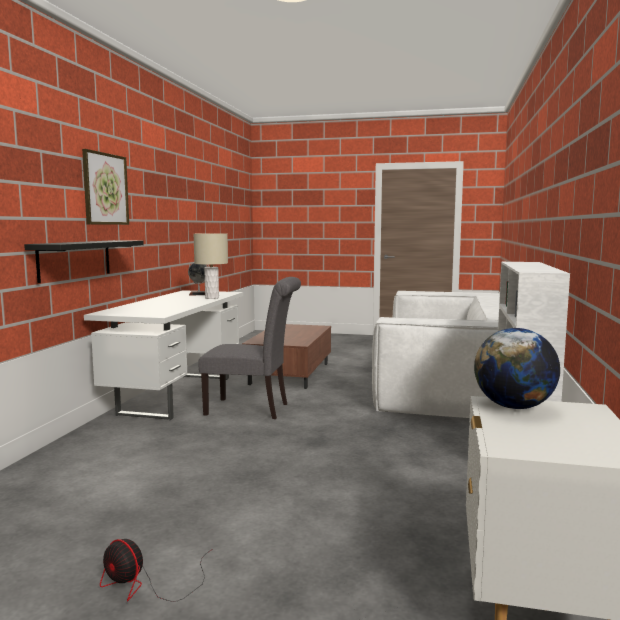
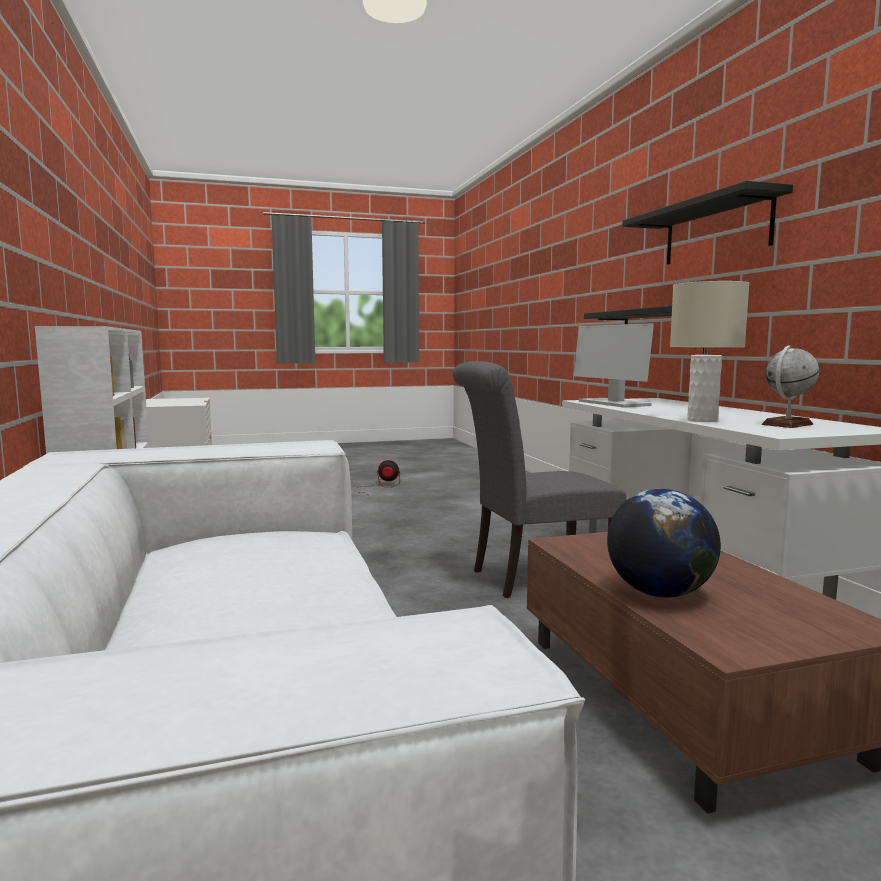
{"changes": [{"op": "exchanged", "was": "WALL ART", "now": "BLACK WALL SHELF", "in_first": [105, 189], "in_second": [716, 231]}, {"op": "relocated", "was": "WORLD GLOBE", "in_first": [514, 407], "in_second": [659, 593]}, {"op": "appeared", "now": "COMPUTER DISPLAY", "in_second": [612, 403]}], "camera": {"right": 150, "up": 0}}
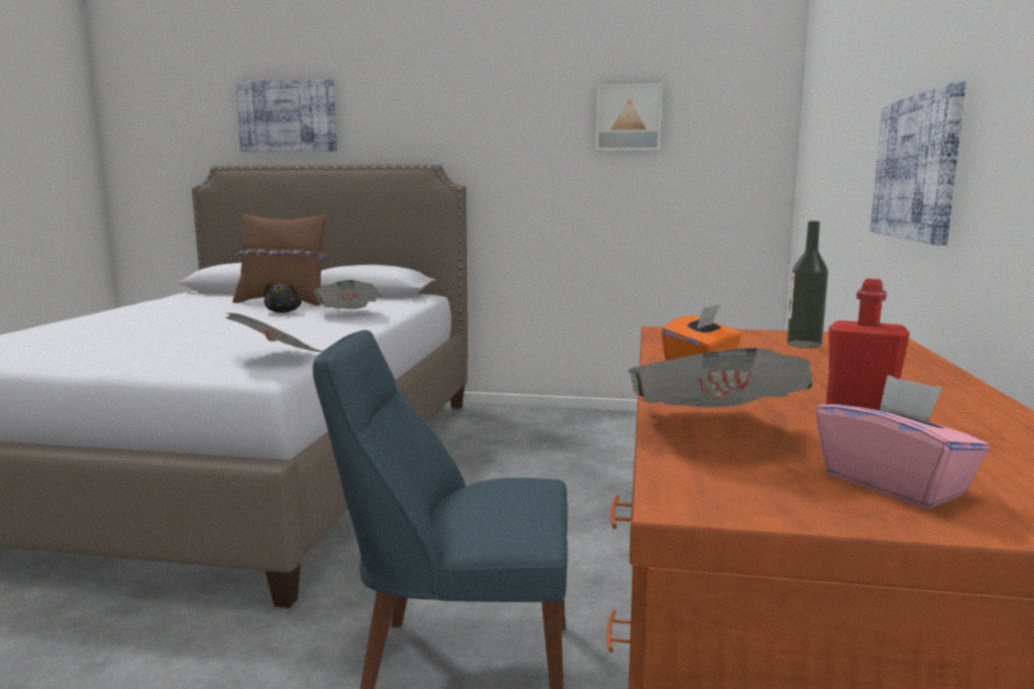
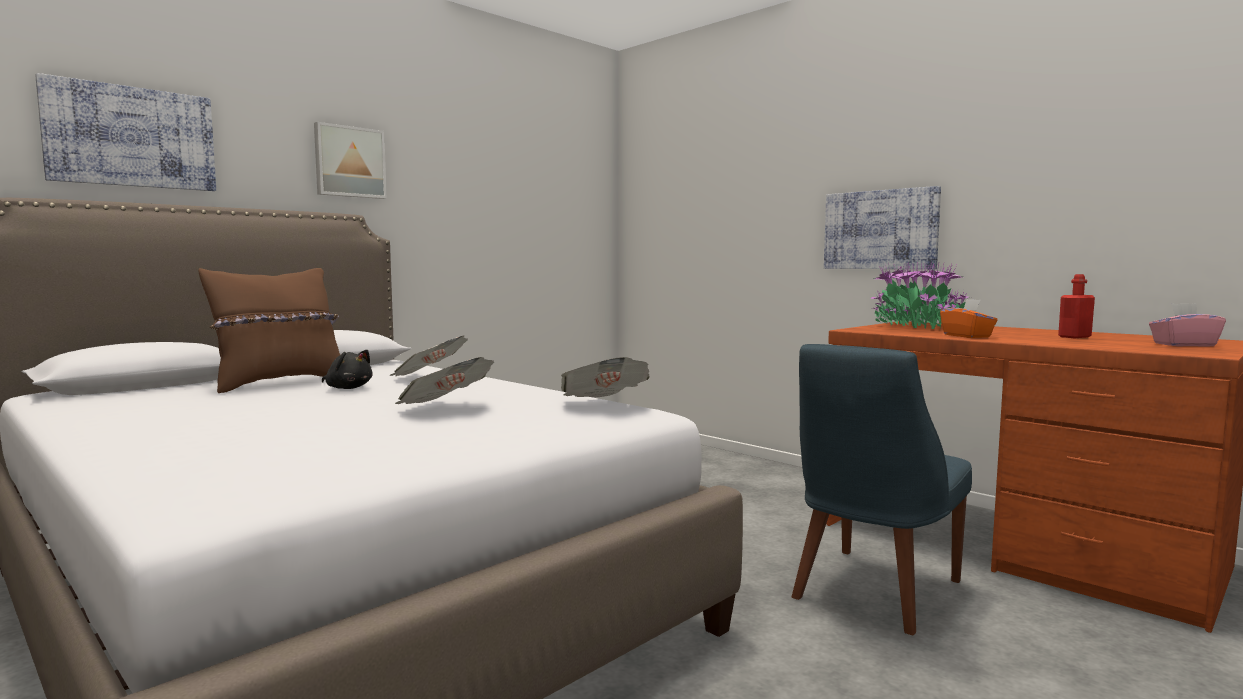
{"changes": [{"op": "relocated", "was": "WALL ART", "in_first": [628, 118], "in_second": [349, 162]}, {"op": "relocated", "was": "PRINTED PAPER", "in_first": [715, 431], "in_second": [445, 408]}, {"op": "exchanged", "was": "DRINK BOTTLE", "now": "PLANT IN A POT", "in_first": [804, 344], "in_second": [917, 326]}], "camera": {"right": -55, "up": -5}}
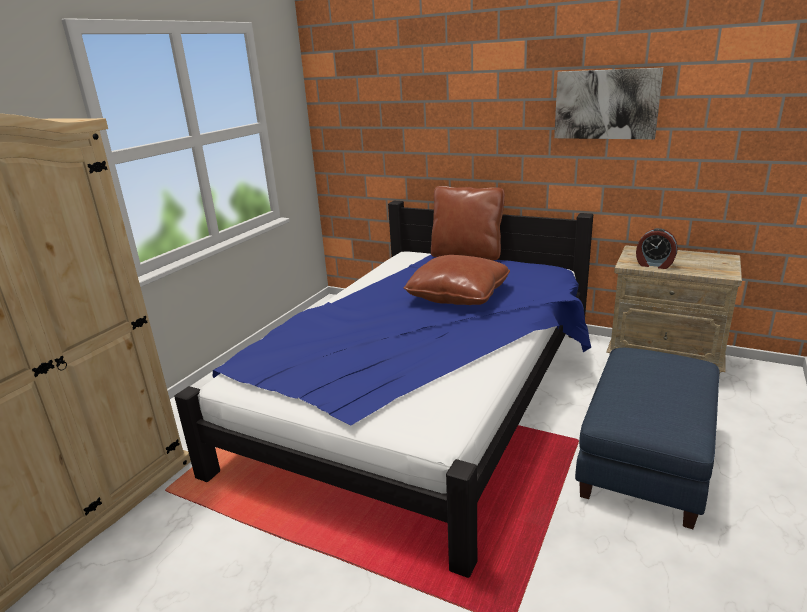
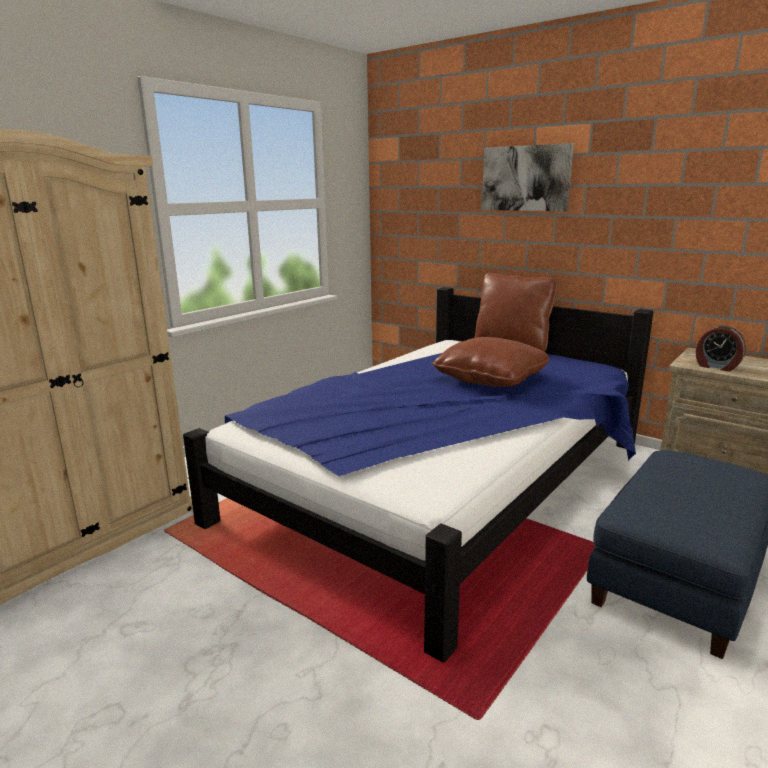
{"changes": [{"op": "relocated", "was": "WALL ART", "in_first": [606, 104], "in_second": [526, 178]}], "camera": {"right": 10, "up": -5}}
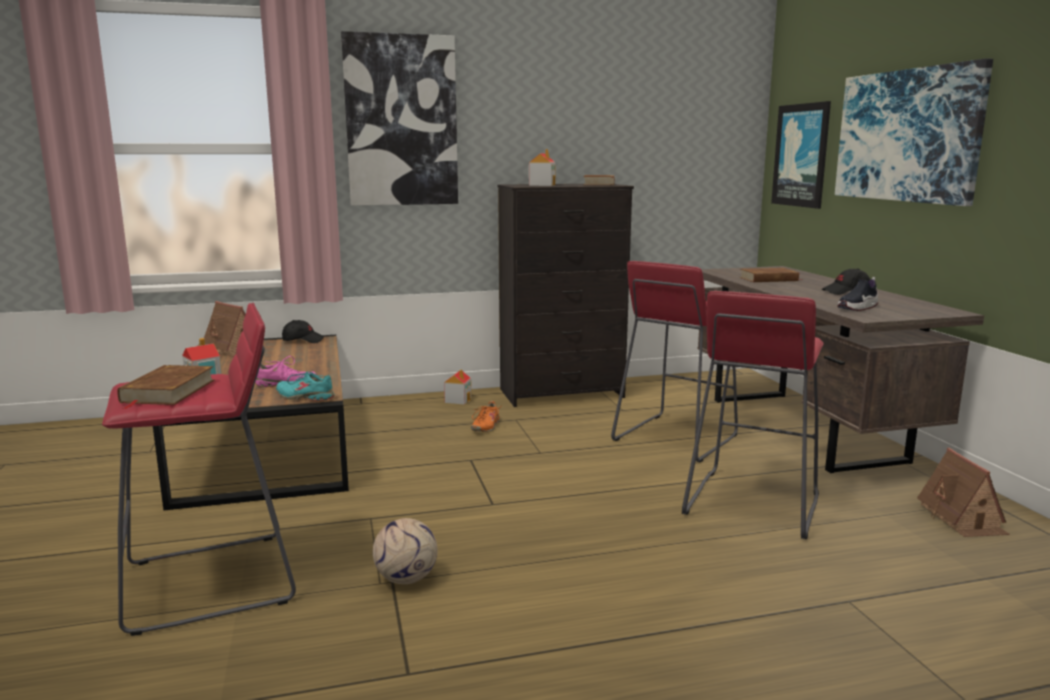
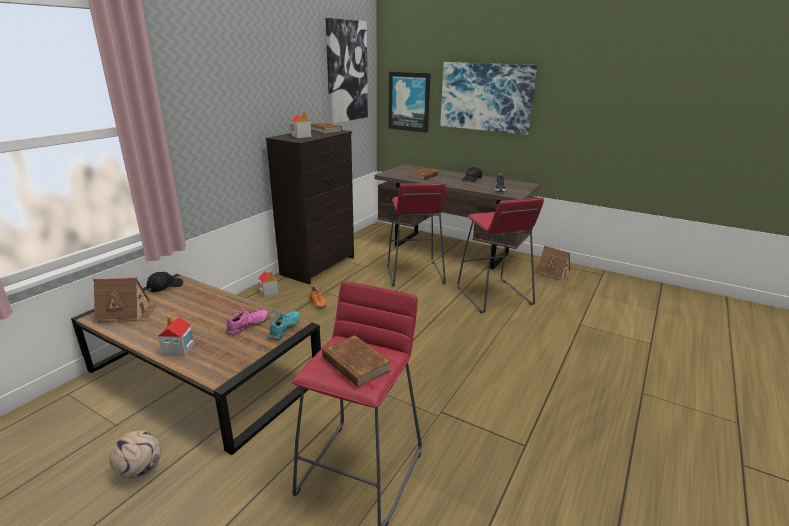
{"changes": [{"op": "spun", "was": "TURQUOISE-COLOURED ITEM OF FOOTWEAR", "in_first": [305, 397], "in_second": [285, 329], "clockwise": 135}, {"op": "relocated", "was": "WALL ART", "in_first": [401, 121], "in_second": [346, 71]}, {"op": "relocated", "was": "BALL FOR FOOTBALL", "in_first": [406, 578], "in_second": [140, 470]}], "camera": {"right": -45, "up": 10}}
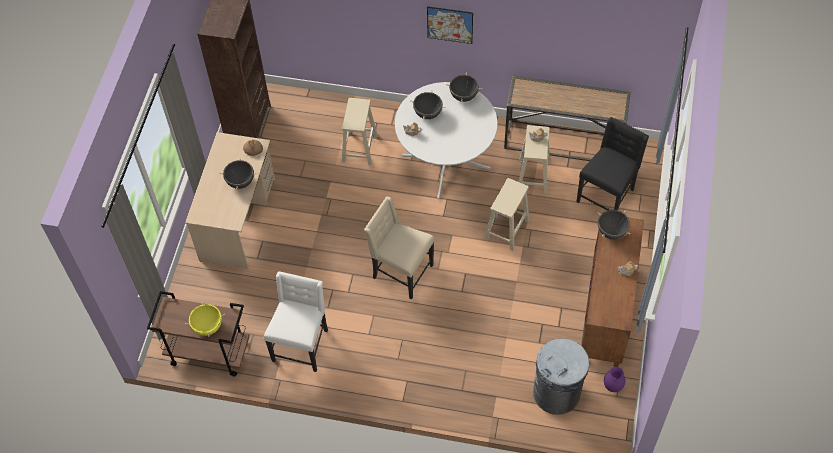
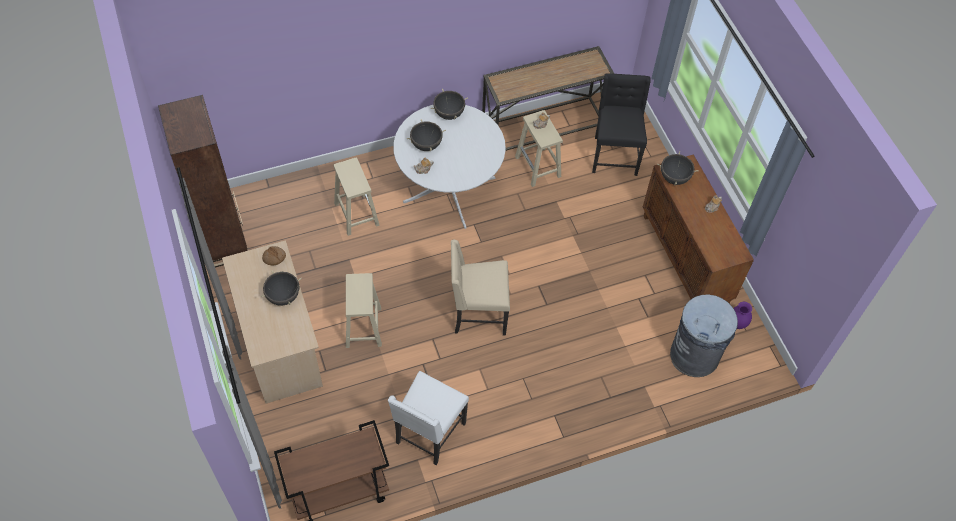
{"changes": [{"op": "missing", "was": "YELLOW SAUCEPOT", "in_first": [208, 326]}, {"op": "spun", "was": "WHITE-COLOURED UPRIGHT CHAIR", "in_first": [301, 345], "in_second": [429, 434], "clockwise": -135}, {"op": "missing", "was": "WALL ART", "in_first": [450, 24]}, {"op": "relocated", "was": "BEIGE-COLOURED STOOL SEAT", "in_first": [506, 230], "in_second": [363, 328]}], "camera": {"right": -35, "up": 0}}
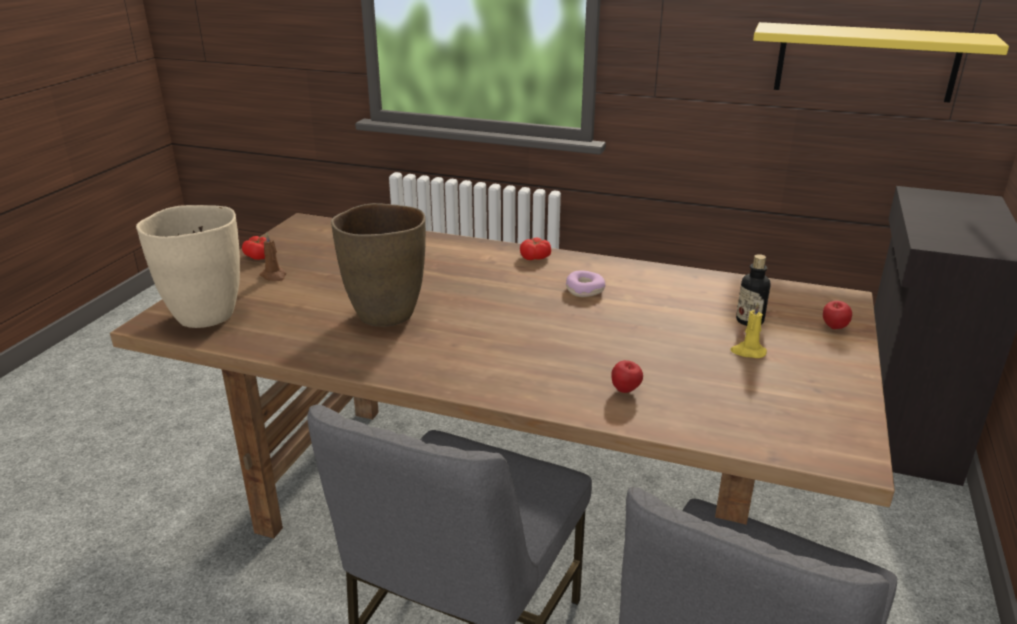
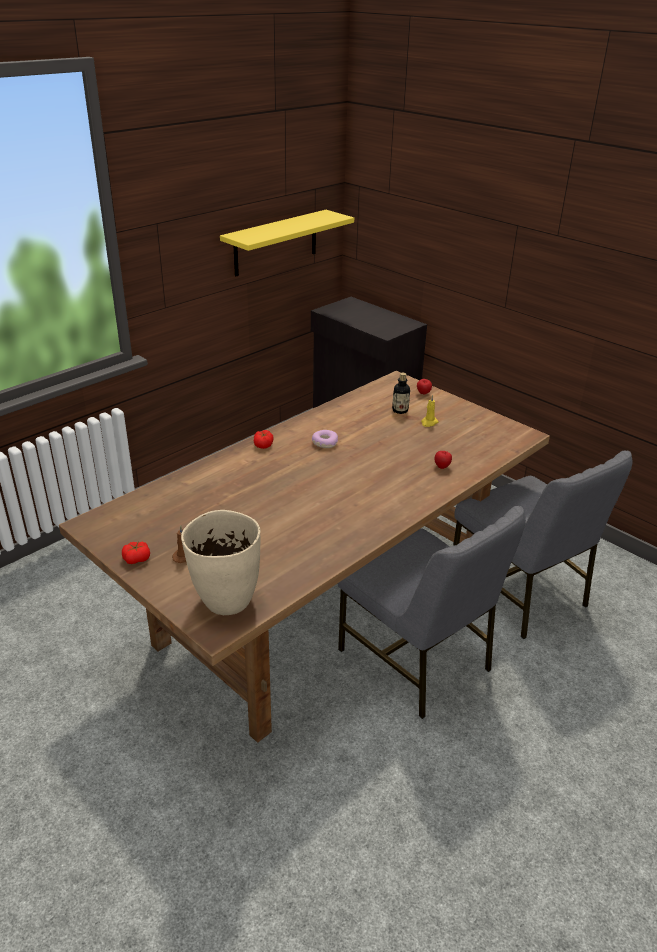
{"changes": [{"op": "missing", "was": "BROWNISH DECORATIVE VASE", "in_first": [385, 314]}], "camera": {"right": -65, "up": 5}}
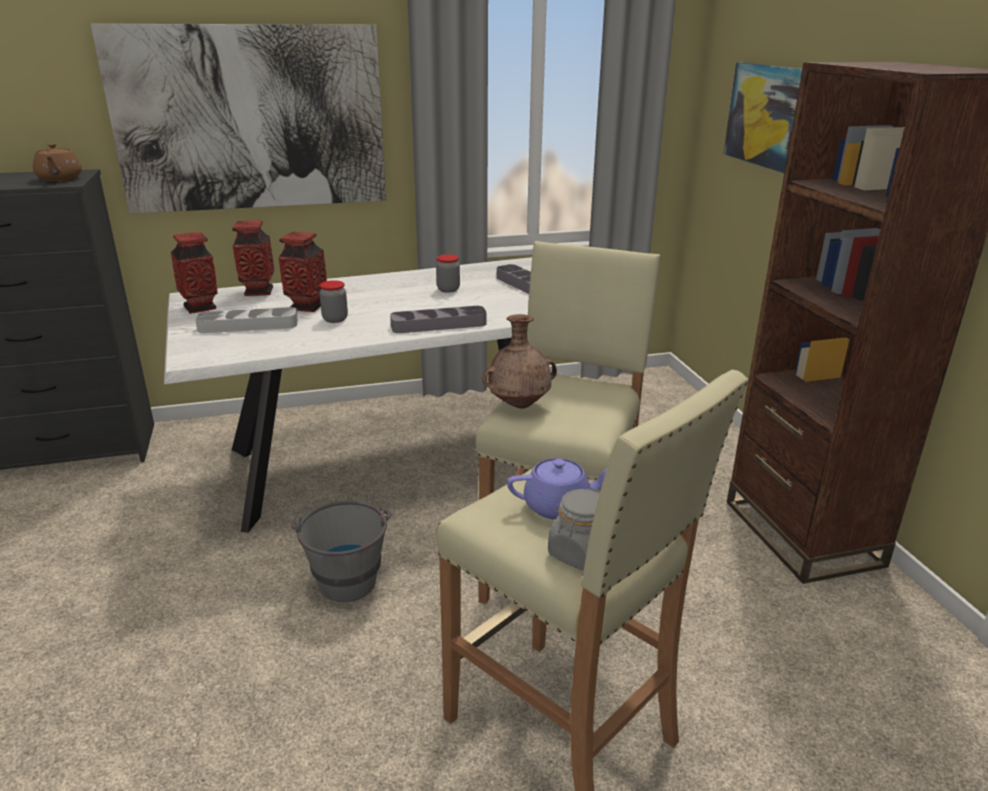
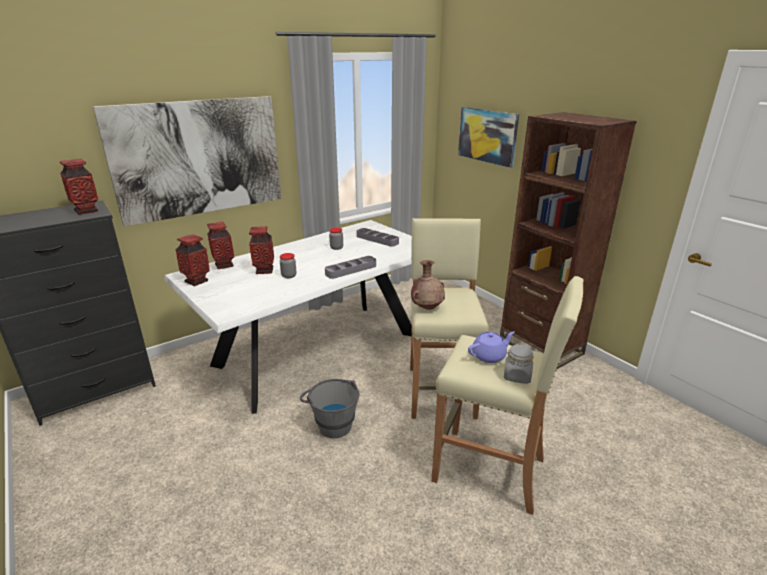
{"changes": [{"op": "exchanged", "was": "BROWNISH POT FOR TEA", "now": "DECORATIVE VASE", "in_first": [59, 179], "in_second": [86, 211]}, {"op": "missing", "was": "GREY SERVING TRAY", "in_first": [248, 325]}], "camera": {"right": -20, "up": 0}}
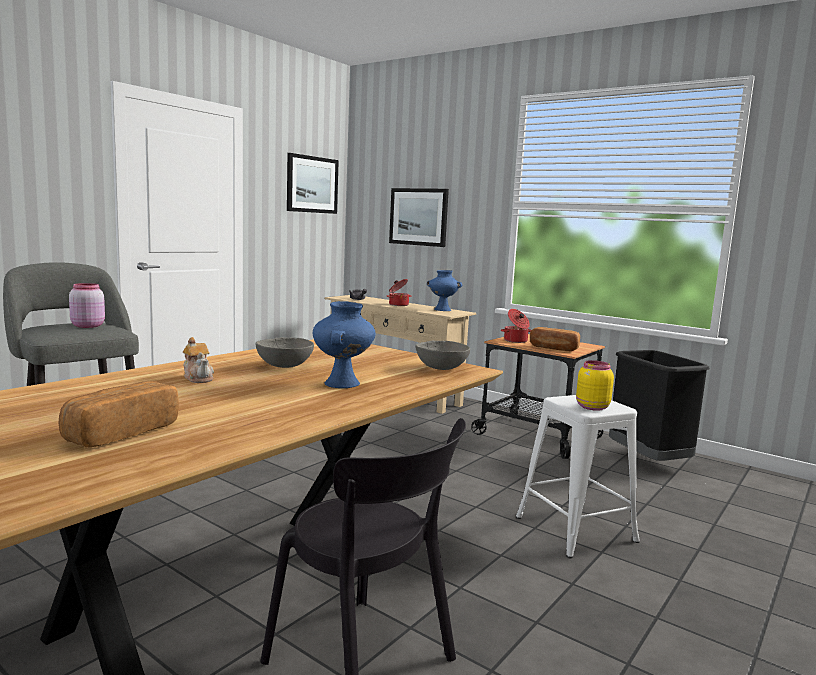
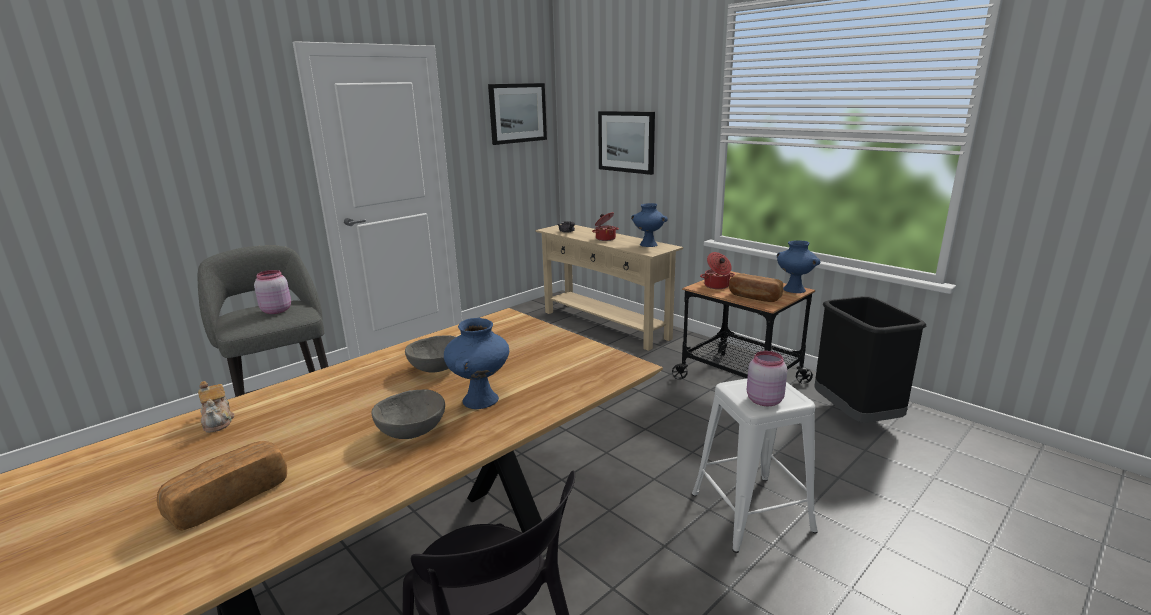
{"changes": [{"op": "relocated", "was": "POT FOR TEA", "in_first": [198, 378], "in_second": [218, 421]}, {"op": "relocated", "was": "GREY SERVING BOWL", "in_first": [441, 368], "in_second": [411, 432]}, {"op": "colour", "was": "YELLOW JAR", "now": "PINK JAR", "in_first": [591, 407], "in_second": [763, 400]}, {"op": "appeared", "now": "BLUE DECORATIVE VASE", "in_second": [793, 290]}], "camera": {"right": 10, "up": 10}}
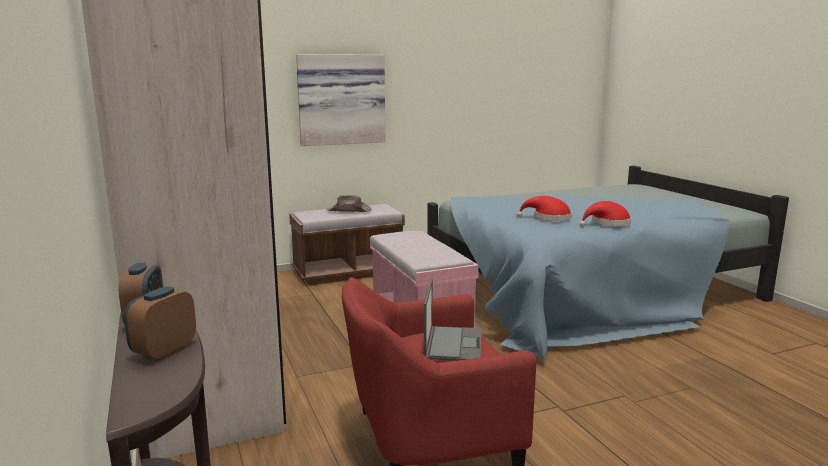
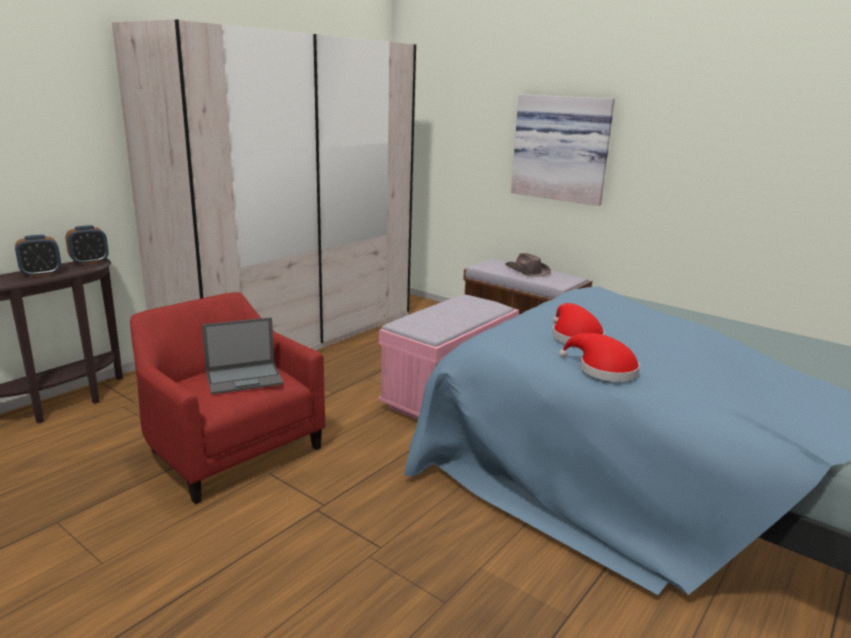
{"changes": [{"op": "spun", "was": "BEDSIDE CLOCK", "in_first": [164, 351], "in_second": [41, 274], "clockwise": 150}], "camera": {"right": 60, "up": 5}}
